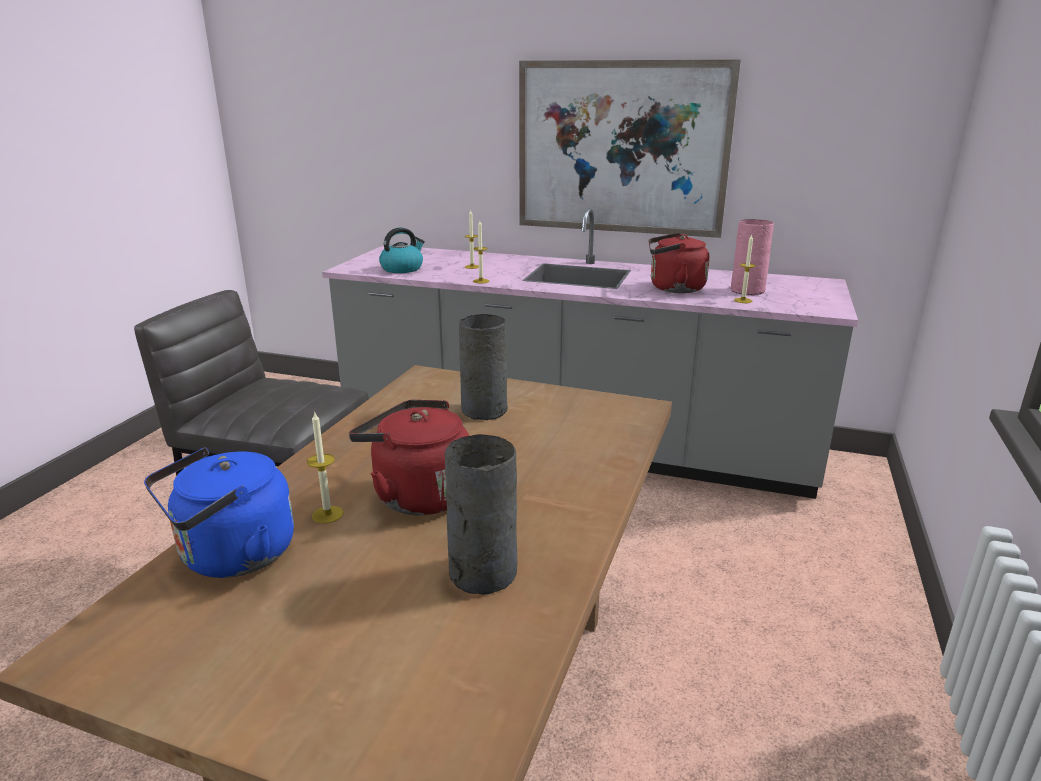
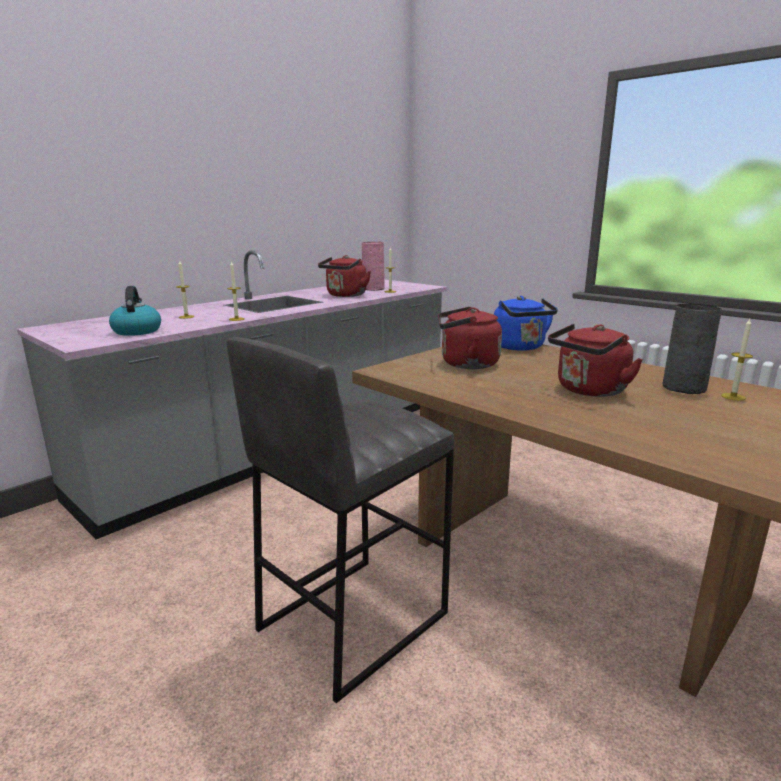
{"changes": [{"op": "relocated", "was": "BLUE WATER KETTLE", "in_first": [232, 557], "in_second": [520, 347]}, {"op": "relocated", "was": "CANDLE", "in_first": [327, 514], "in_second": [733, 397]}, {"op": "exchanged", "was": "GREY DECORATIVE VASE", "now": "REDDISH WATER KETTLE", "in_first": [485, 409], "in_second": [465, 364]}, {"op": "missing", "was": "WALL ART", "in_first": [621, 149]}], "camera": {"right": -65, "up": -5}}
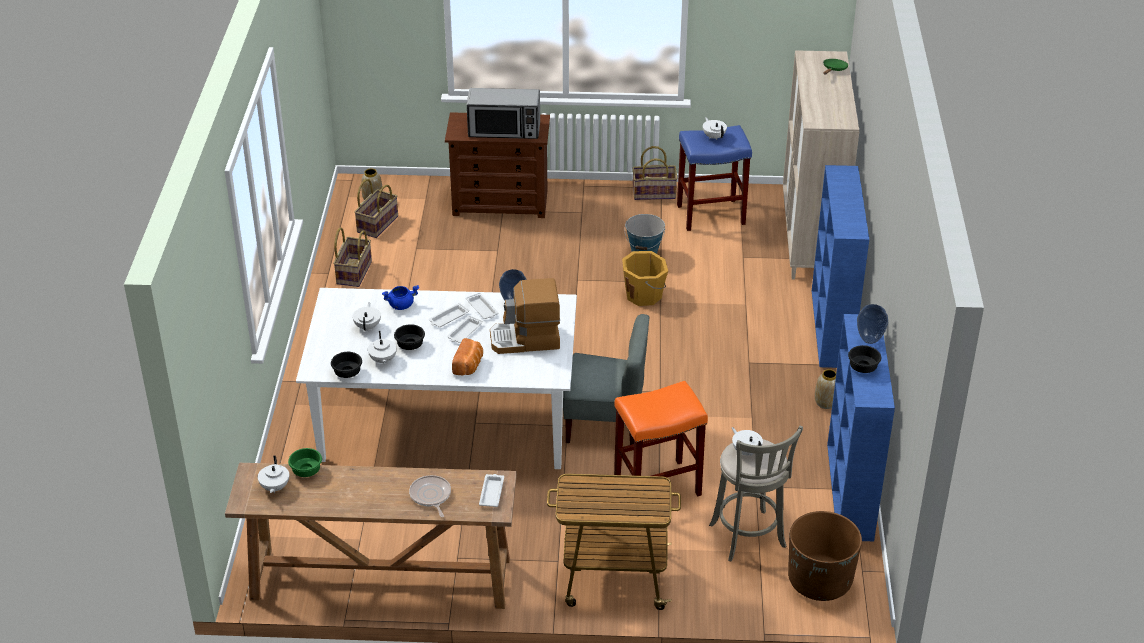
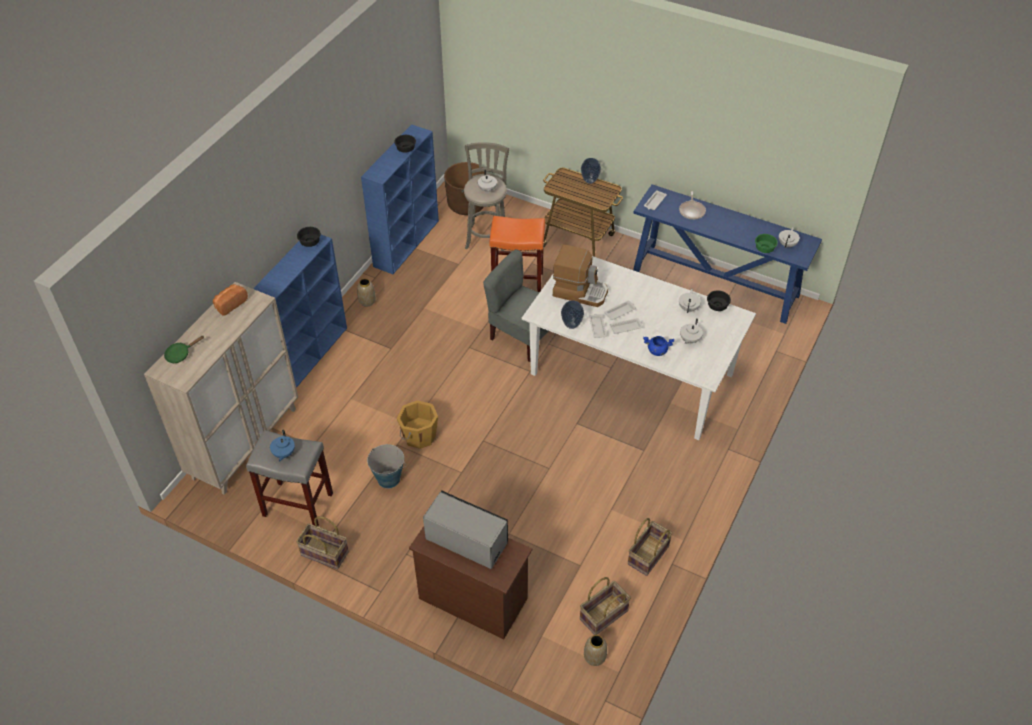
{"changes": [{"op": "colour", "was": "BROWNISH HALL TABLE", "now": "BLUE HALL TABLE", "in_first": [379, 579], "in_second": [716, 283]}, {"op": "relocated", "was": "BLACK SERVING BOWL", "in_first": [409, 344], "in_second": [310, 243]}, {"op": "relocated", "was": "BAKED BREAD", "in_first": [469, 366], "in_second": [230, 304]}, {"op": "colour", "was": "BLUE STOOL SEAT", "now": "GREY STOOL SEAT", "in_first": [711, 214], "in_second": [297, 504]}, {"op": "colour", "was": "WHITE-COLOURED POT FOR TEA", "now": "BLUE POT FOR TEA", "in_first": [714, 136], "in_second": [283, 454]}, {"op": "relocated", "was": "DECORATIVE VASE", "in_first": [870, 339], "in_second": [589, 181]}], "camera": {"right": -155, "up": 10}}
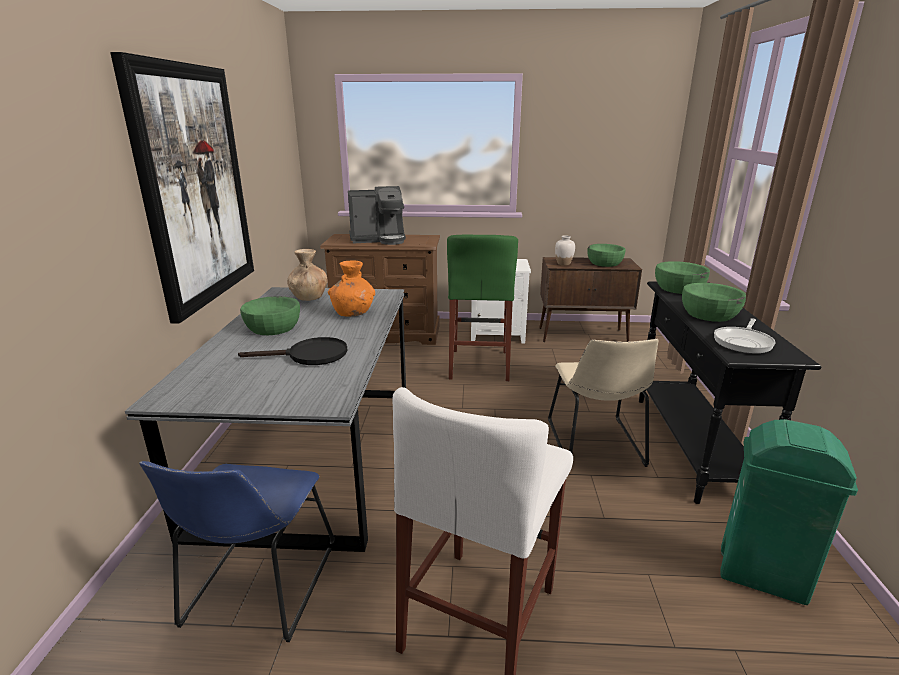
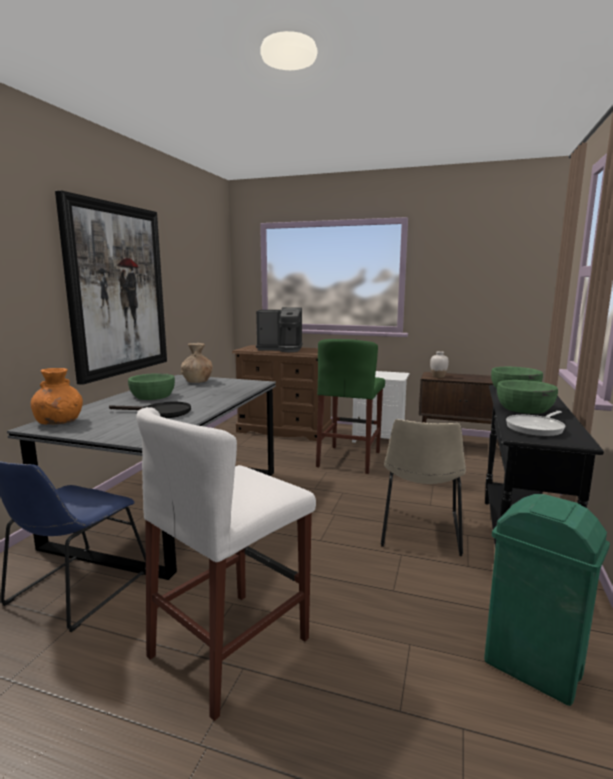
{"changes": [{"op": "relocated", "was": "ORANGE-COLOURED DECORATIVE VASE", "in_first": [353, 313], "in_second": [59, 422]}, {"op": "missing", "was": "GREEN SERVING BOWL", "in_first": [604, 263]}], "camera": {"right": 15, "up": -10}}
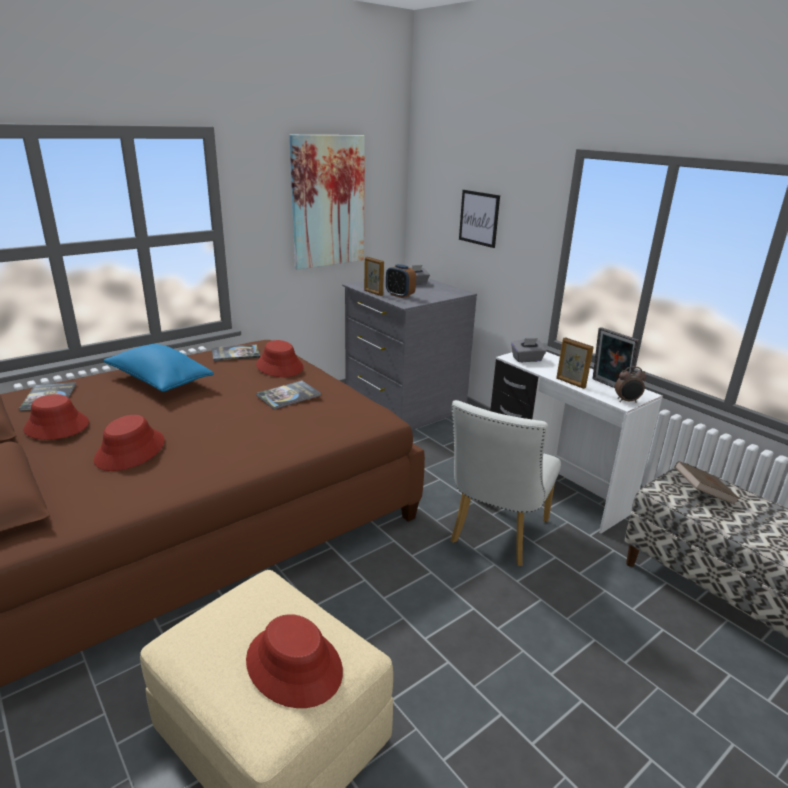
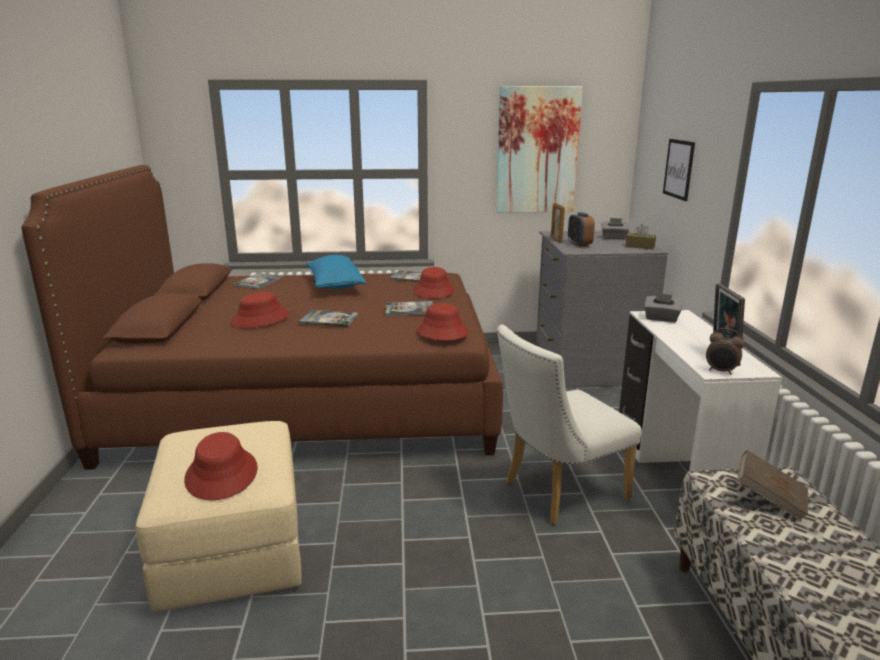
{"changes": [{"op": "relocated", "was": "REDDISH WEARABLE HAT", "in_first": [56, 426], "in_second": [442, 332]}, {"op": "missing", "was": "STANDING FRAME", "in_first": [570, 383]}, {"op": "appeared", "now": "BOOK", "in_second": [329, 319]}, {"op": "appeared", "now": "BROWNISH BOX OF TISSUES", "in_second": [640, 246]}], "camera": {"right": 35, "up": -5}}
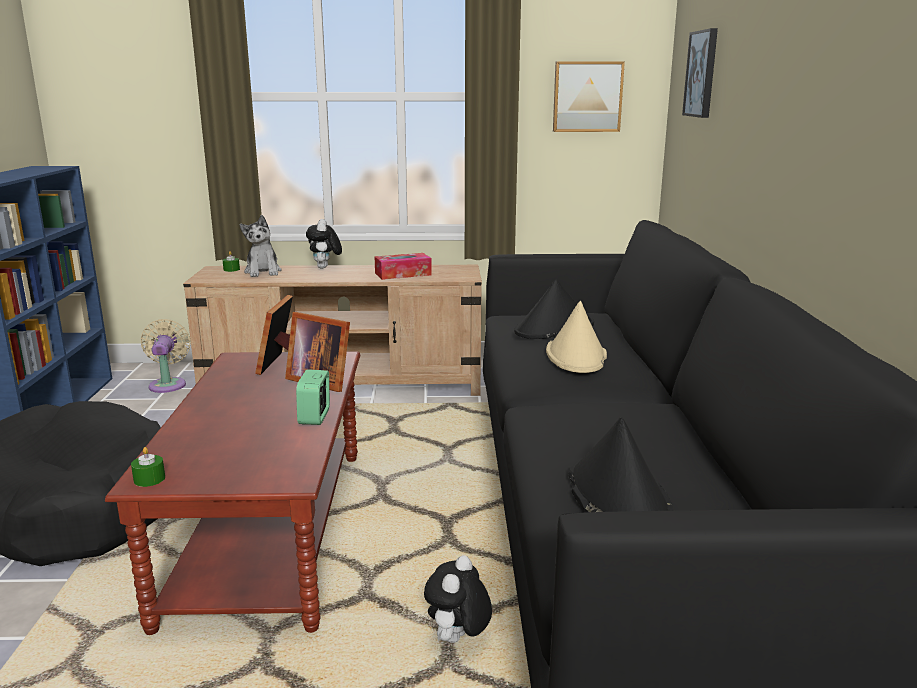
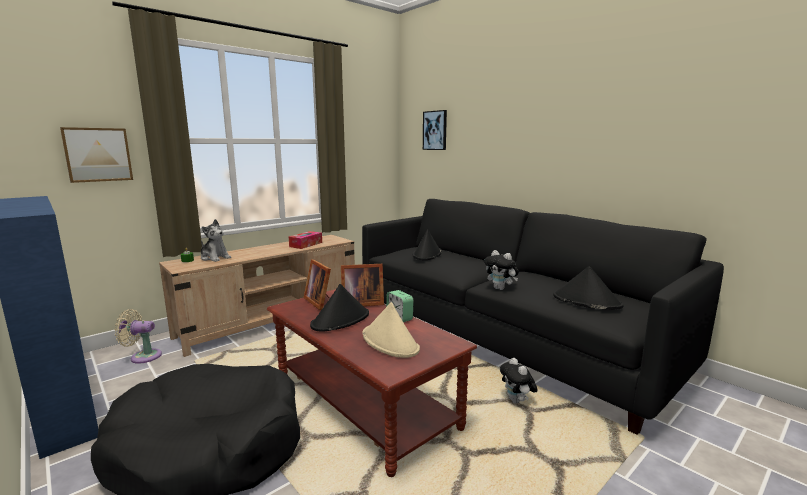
{"changes": [{"op": "missing", "was": "GREEN CANDLE", "in_first": [149, 479]}, {"op": "spun", "was": "BEIGE-COLOURED FAN", "in_first": [168, 384], "in_second": [143, 356], "clockwise": -45}, {"op": "relocated", "was": "PLUSH TOY", "in_first": [325, 268], "in_second": [501, 288]}, {"op": "relocated", "was": "BEIGE-COLOURED WEARABLE HAT", "in_first": [576, 355], "in_second": [390, 342]}, {"op": "relocated", "was": "WALL ART", "in_first": [587, 97], "in_second": [98, 154]}, {"op": "appeared", "now": "BLACK WEARABLE HAT", "in_second": [341, 320]}], "camera": {"right": -40, "up": -5}}
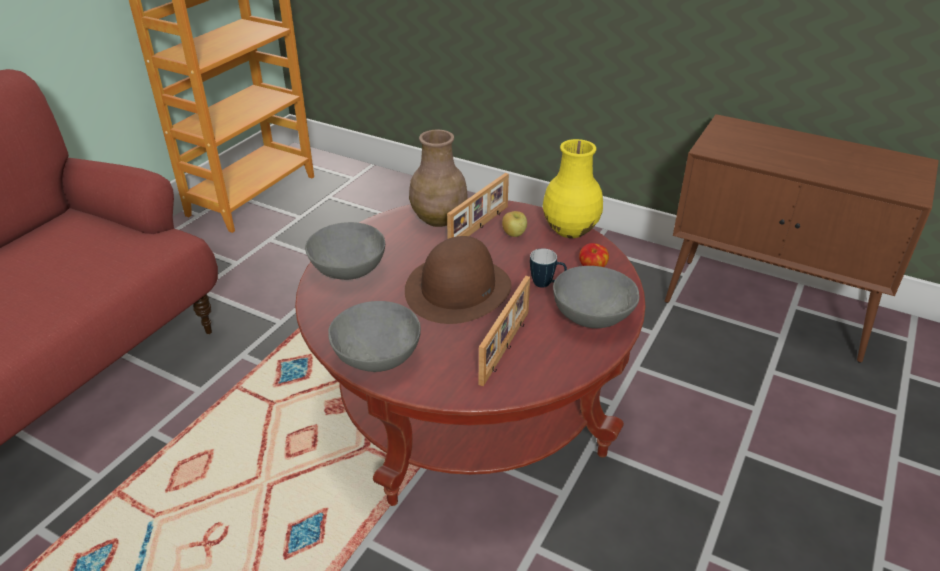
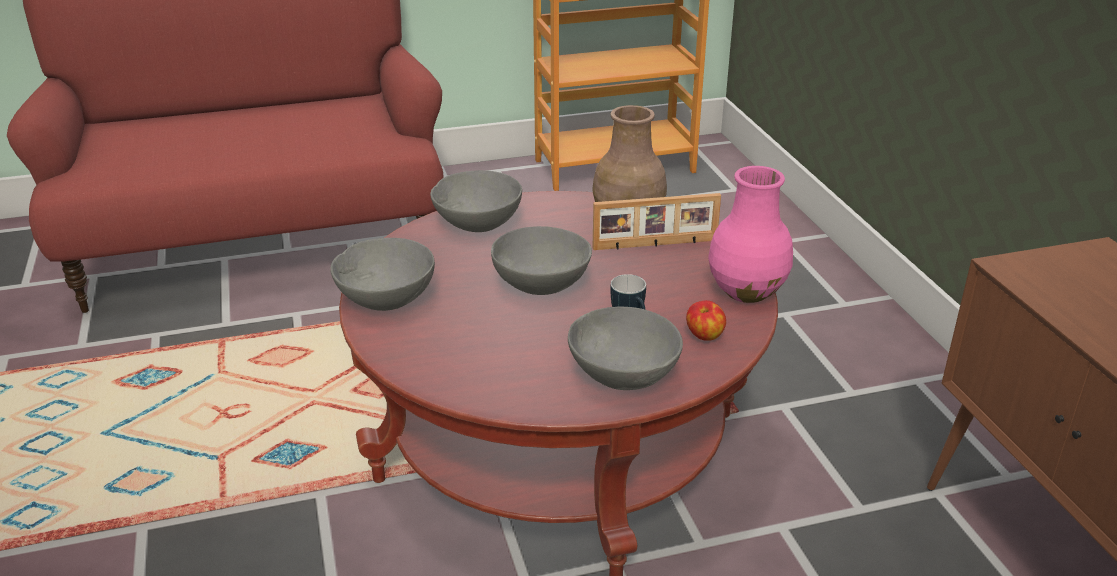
{"changes": [{"op": "exchanged", "was": "BROWNISH WEARABLE HAT", "now": "GREY SERVING BOWL", "in_first": [458, 288], "in_second": [541, 284]}, {"op": "missing", "was": "STANDING FRAME", "in_first": [506, 347]}, {"op": "missing", "was": "WHOLE APPLE", "in_first": [514, 234]}, {"op": "colour", "was": "YELLOW DECORATIVE VASE", "now": "PINK DECORATIVE VASE", "in_first": [570, 230], "in_second": [745, 292]}], "camera": {"right": 45, "up": -5}}
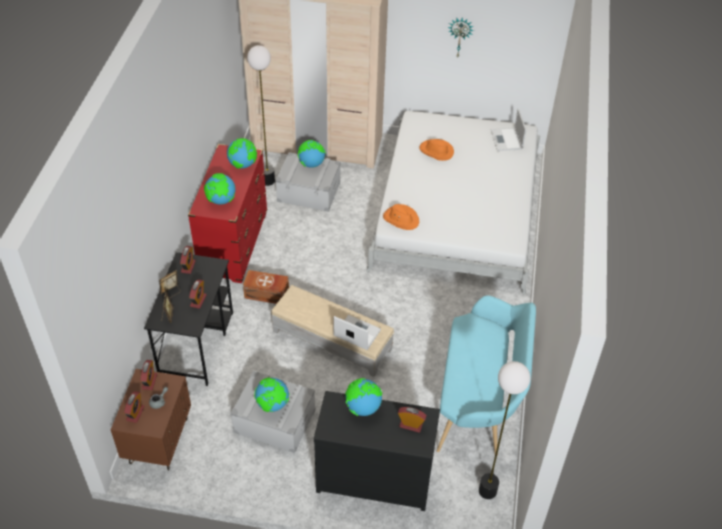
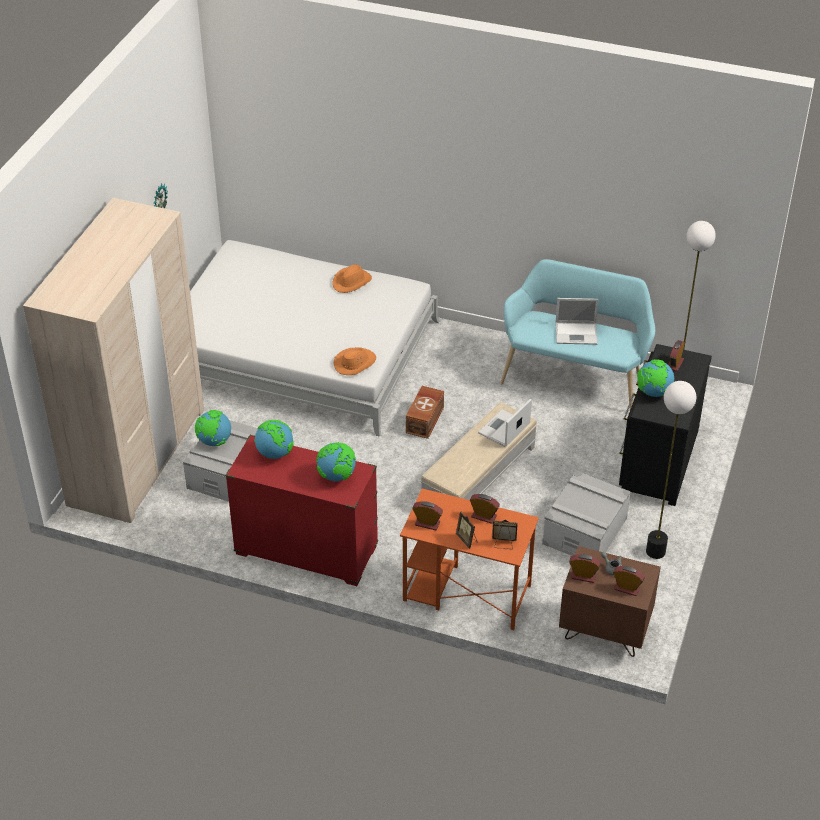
{"changes": [{"op": "colour", "was": "BLACK DESK", "now": "ORANGE-COLOURED DESK", "in_first": [197, 343], "in_second": [466, 593]}, {"op": "relocated", "was": "BROWNISH STORAGE CONTAINER", "in_first": [267, 294], "in_second": [425, 420]}, {"op": "relocated", "was": "STANDARD LAMP", "in_first": [267, 181], "in_second": [655, 552]}, {"op": "missing", "was": "WORLD GLOBE", "in_first": [272, 405]}, {"op": "relocated", "was": "ORANGE-COLOURED WEARABLE HAT", "in_first": [436, 151], "in_second": [352, 282]}, {"op": "relocated", "was": "PORTABLE COMPUTER", "in_first": [506, 140], "in_second": [577, 333]}], "camera": {"right": -80, "up": -5}}
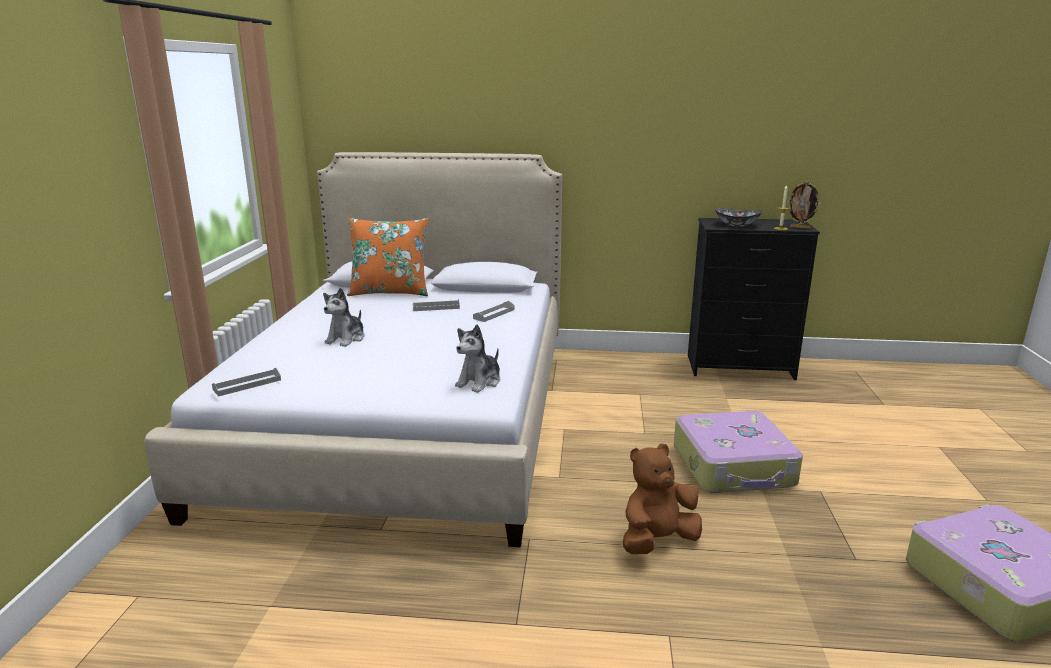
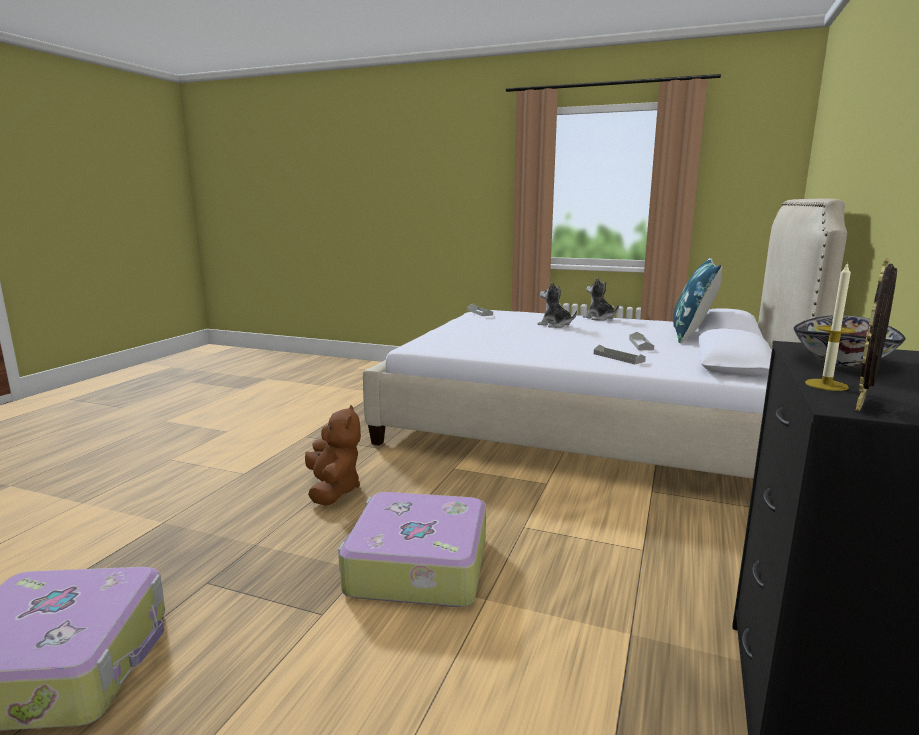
{"changes": [{"op": "colour", "was": "ORANGE-COLOURED CUSHION", "now": "BLUE CUSHION", "in_first": [390, 292], "in_second": [691, 335]}, {"op": "relocated", "was": "PLUSH TOY", "in_first": [479, 382], "in_second": [599, 318]}], "camera": {"right": 105, "up": -5}}
